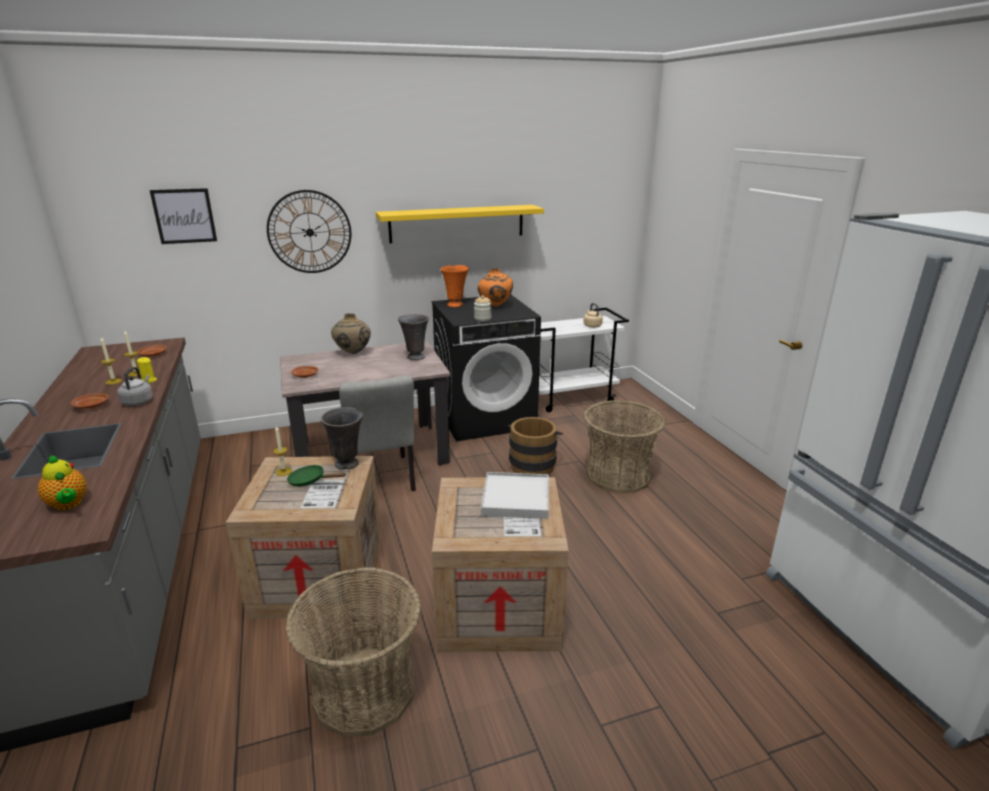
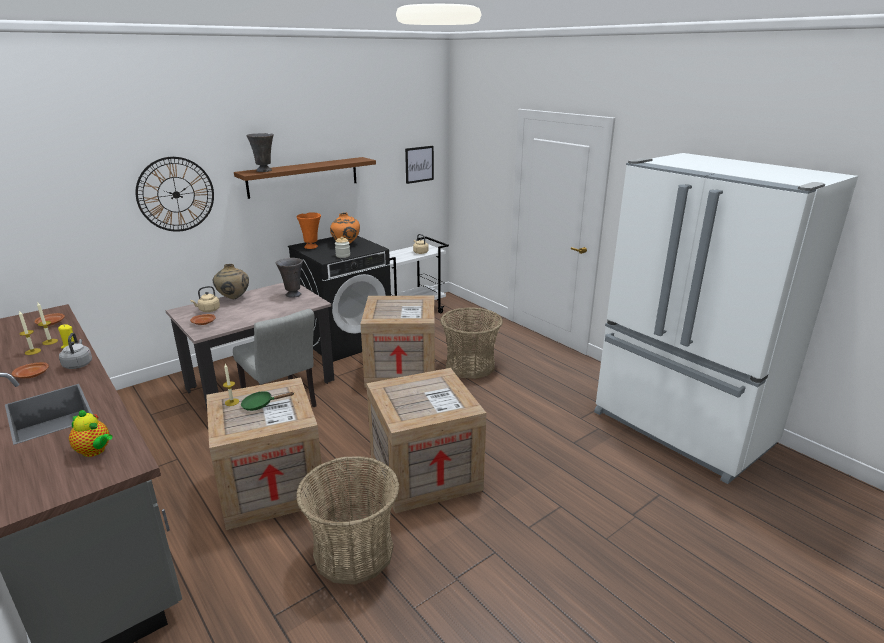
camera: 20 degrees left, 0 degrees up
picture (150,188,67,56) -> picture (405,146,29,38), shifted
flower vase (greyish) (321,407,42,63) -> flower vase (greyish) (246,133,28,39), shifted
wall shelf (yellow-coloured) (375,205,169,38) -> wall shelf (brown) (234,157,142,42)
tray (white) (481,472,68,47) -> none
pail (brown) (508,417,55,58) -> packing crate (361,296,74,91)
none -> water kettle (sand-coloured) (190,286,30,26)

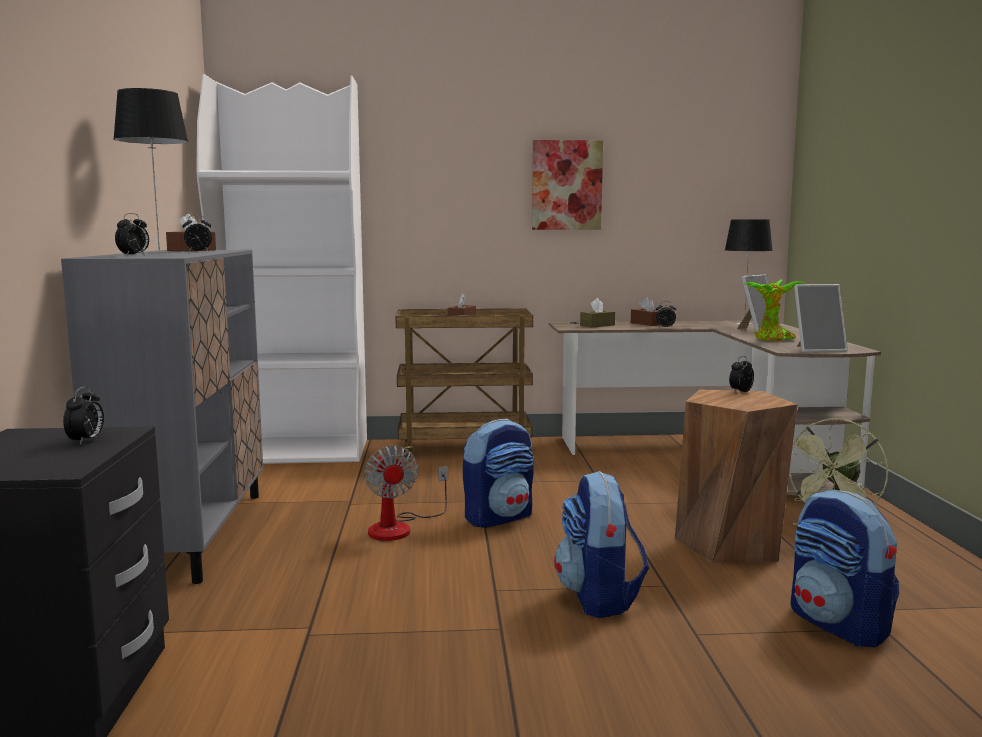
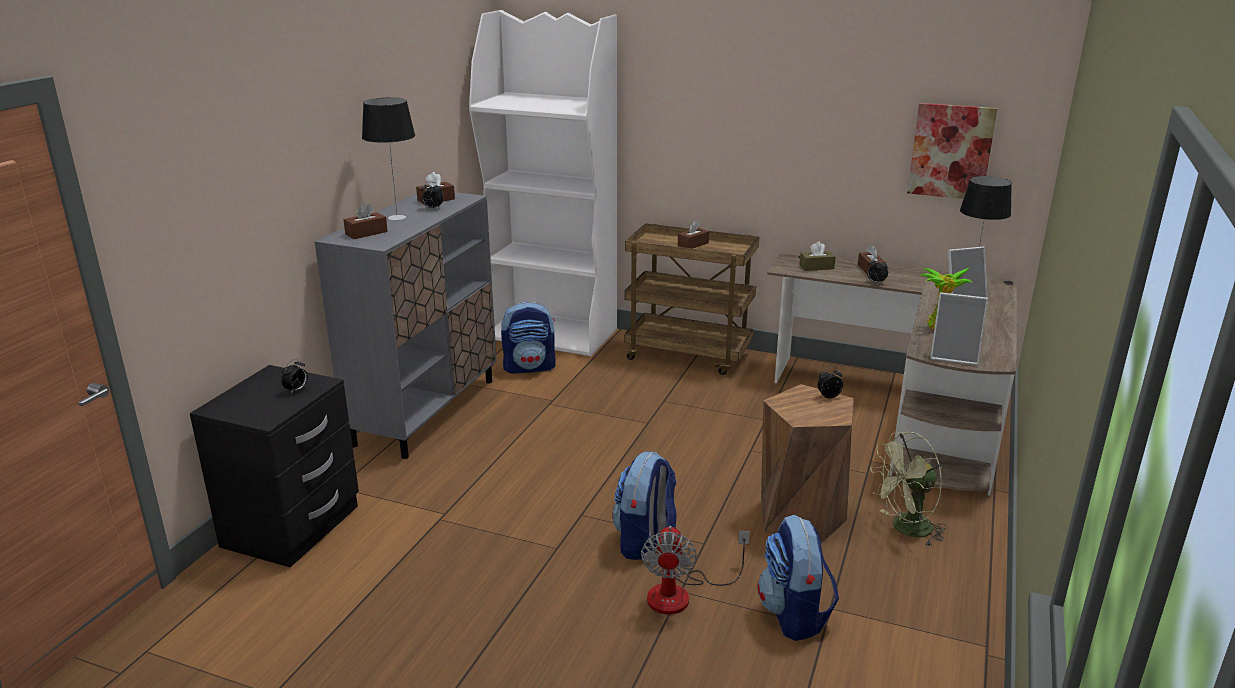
camera: 25 degrees right, 15 degrees up
table clock (115,213,34,43) -> tissue box (brown) (343,203,45,36)
fan (364,445,84,96) -> fan (641,526,109,89), shifted
knapsack (463,419,71,109) -> knapsack (501,301,55,73), shifted
picture (532,140,71,90) -> picture (907,103,91,96), shifted

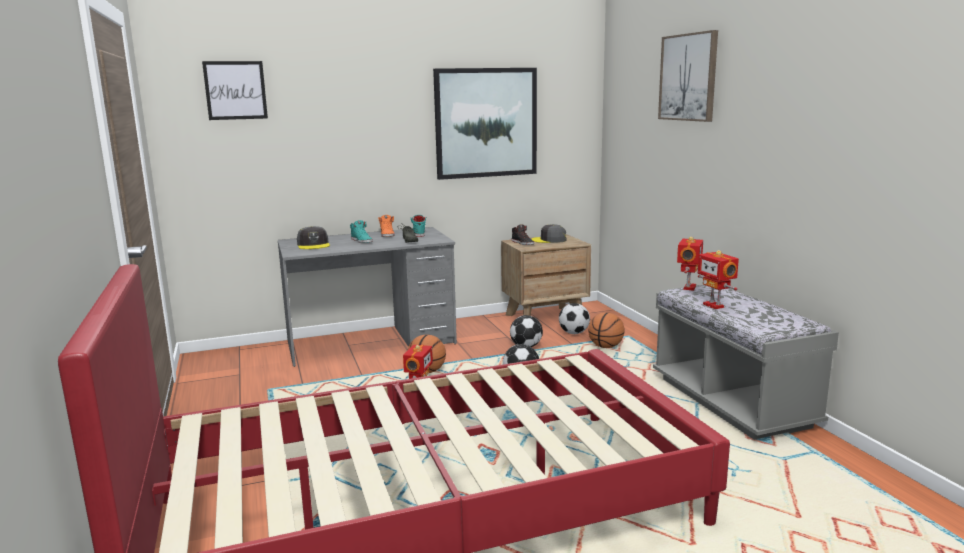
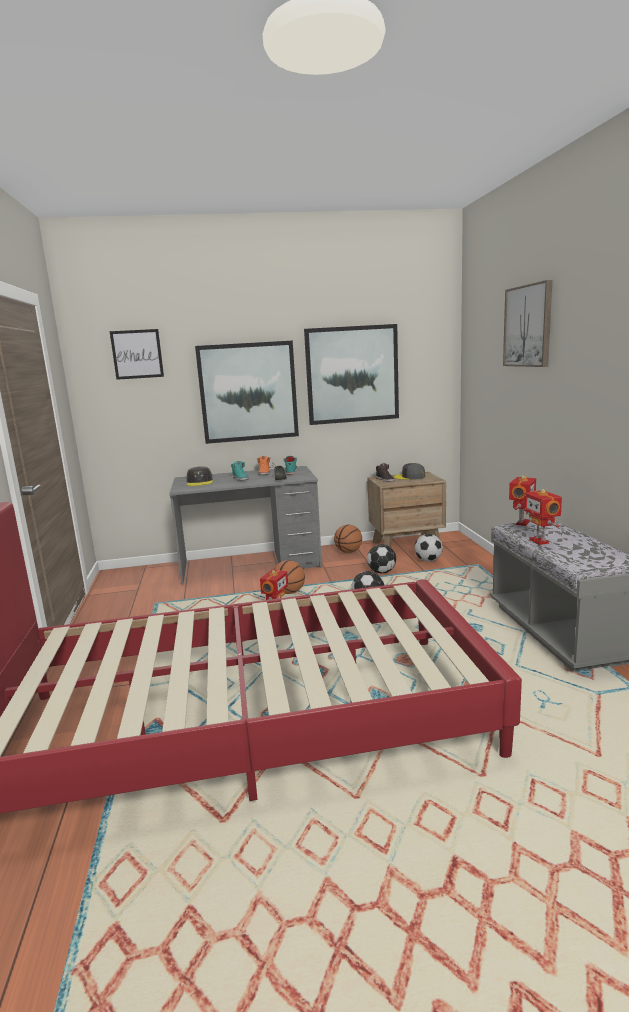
camera: 10 degrees right, 0 degrees up
basketball (588,312,37,36) -> basketball (334,525,28,28), shifted
none -> picture (195,341,104,103)

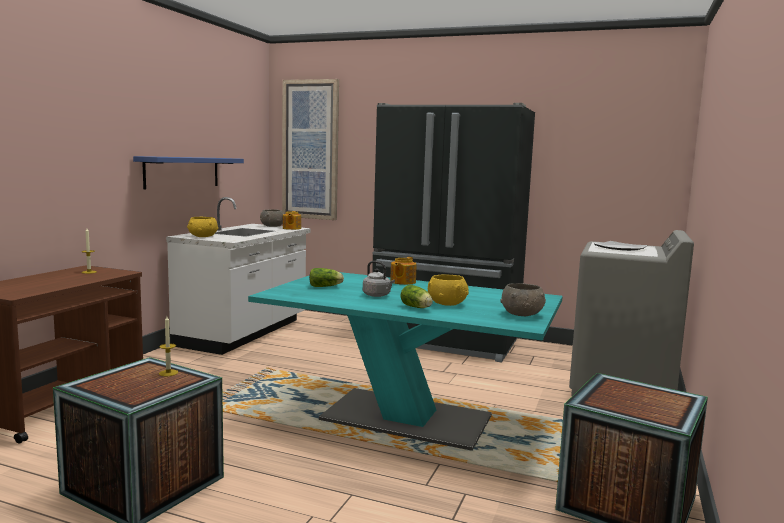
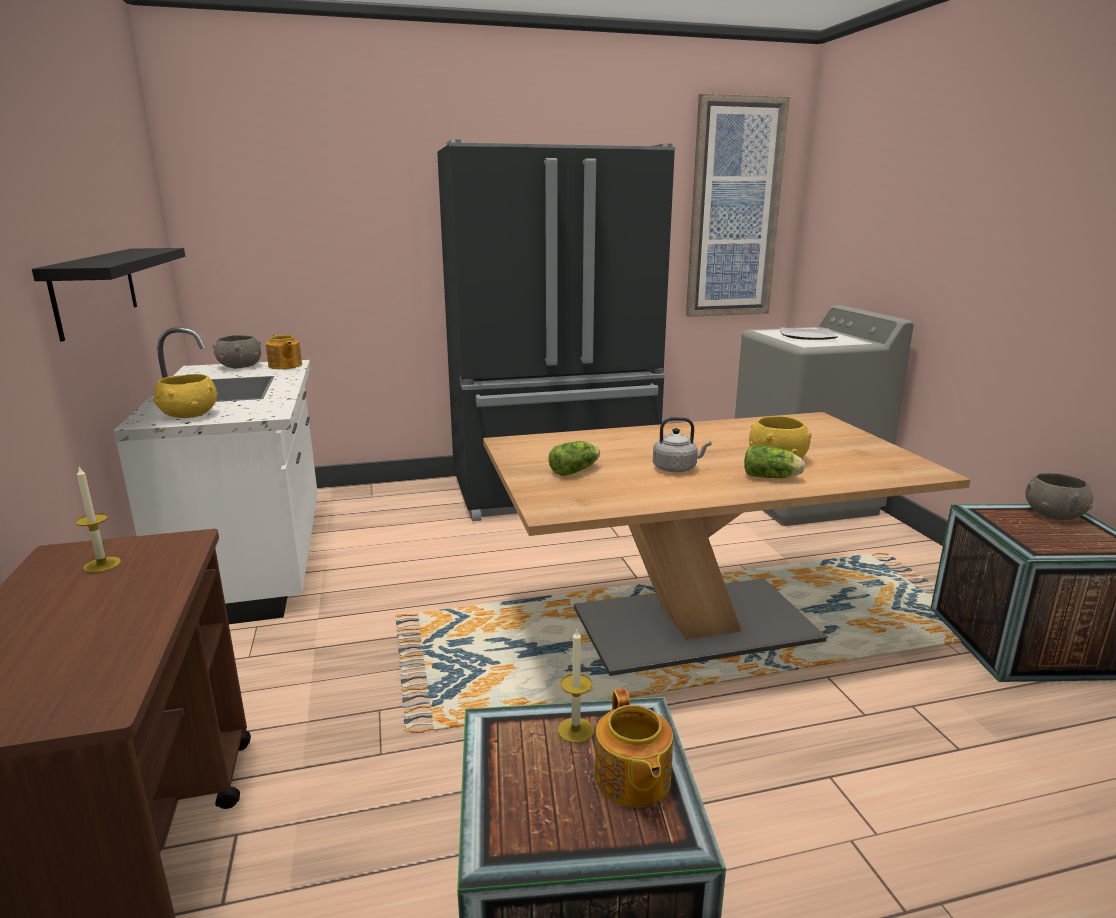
camera: 35 degrees left, 10 degrees up
wall shelf (bluish) (133,156,111,34) -> wall shelf (blackish) (32,248,153,93)
dining table (blue-green) (248,272,315,179) -> dining table (brown) (483,412,488,264)
picture (282,79,57,141) -> picture (686,93,104,224), shifted
teapot (390,257,27,28) -> teapot (595,688,78,119), shifted
serving bowl (greyish) (500,283,46,33) -> serving bowl (greyish) (1025,473,68,47), shifted

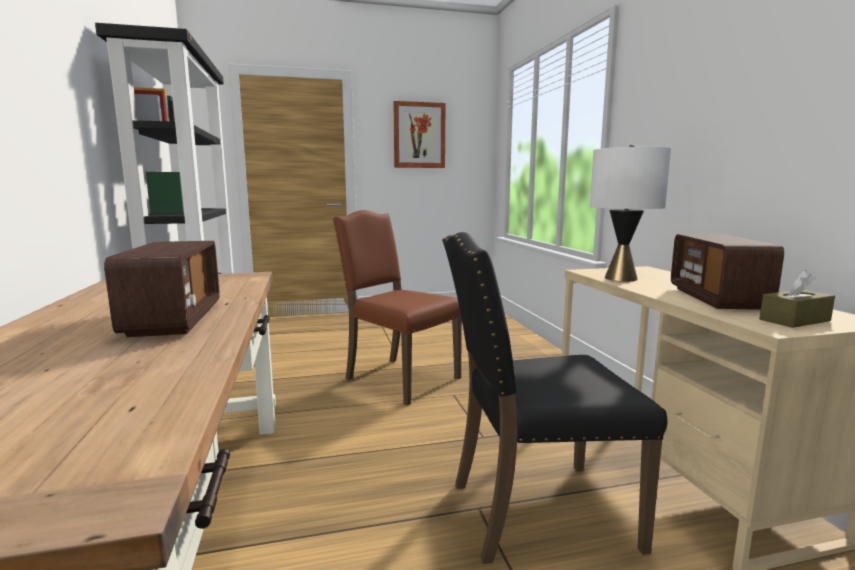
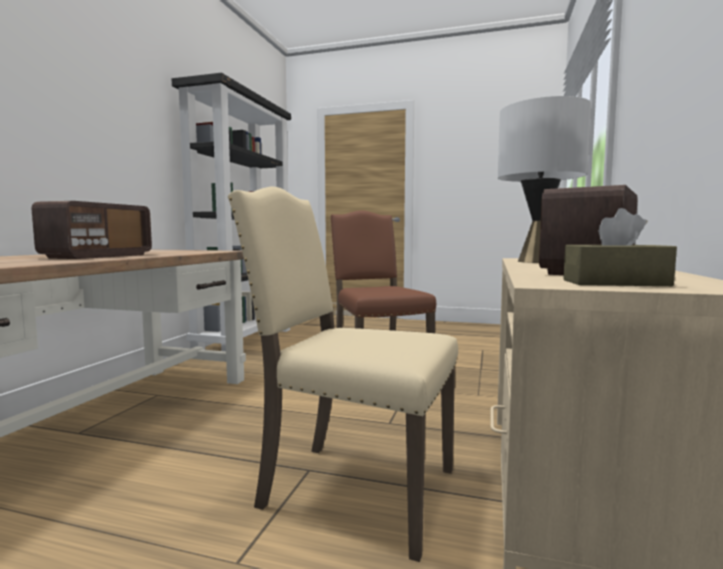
camera: 30 degrees right, 5 degrees down
picture (393,101,52,67) -> none
plain chair (blackish) (442,232,226,332) -> plain chair (sand-coloured) (228,186,230,376)

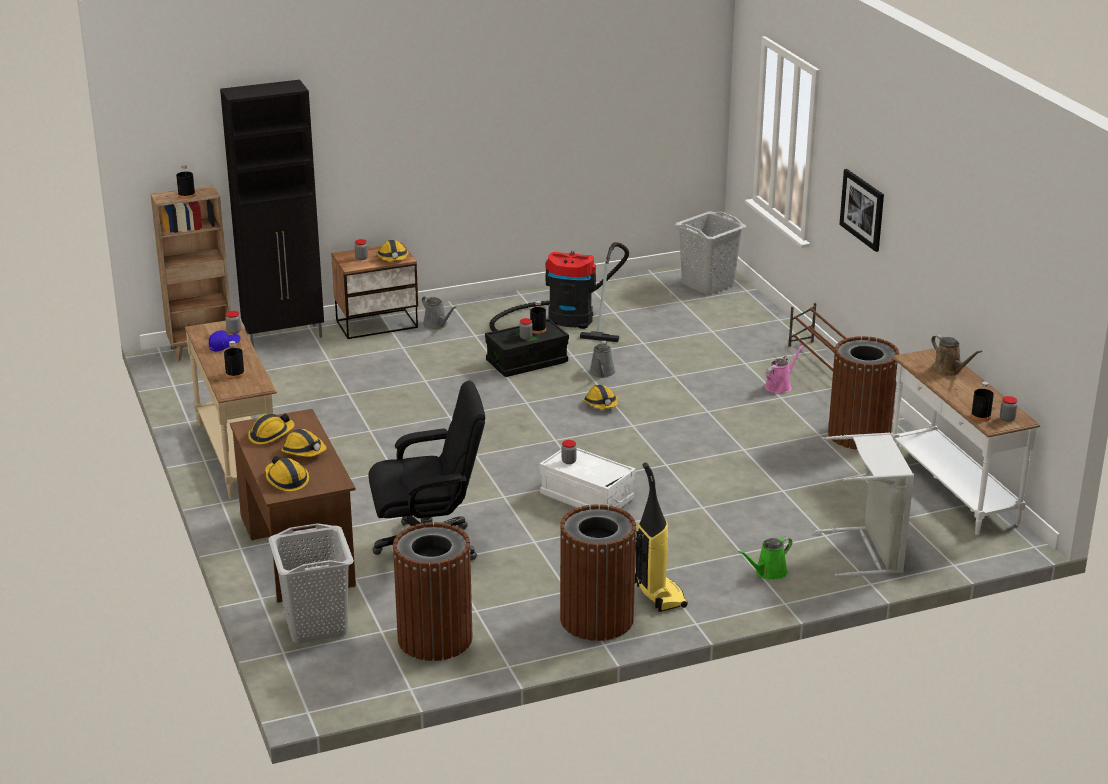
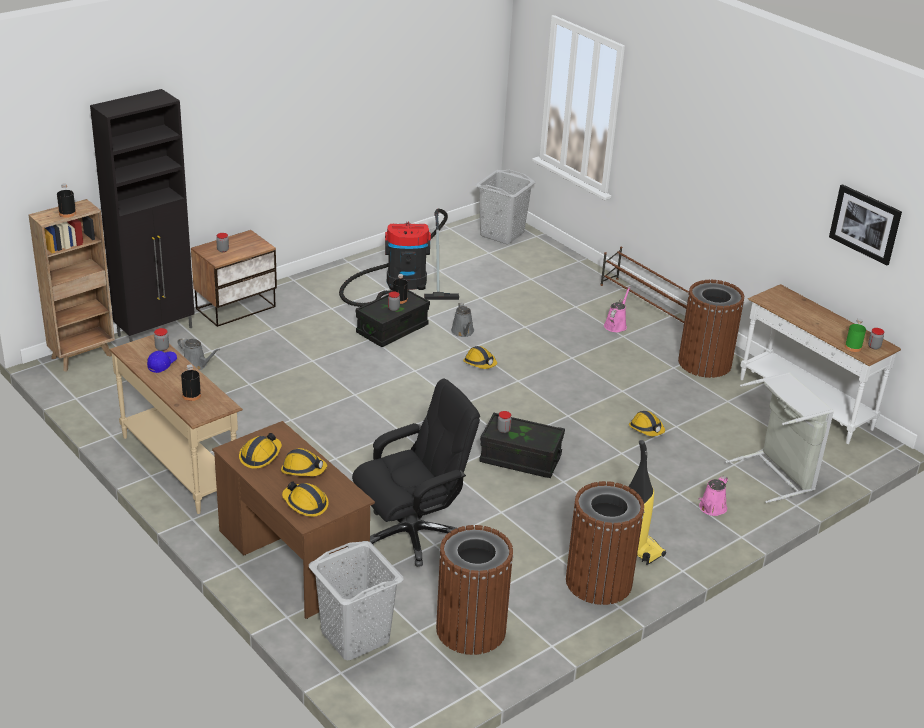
camera: 20 degrees left, 5 degrees up
hard hat (376,240,33,21) -> hard hat (629,411,36,25), shifted
watering pot (greyish) (422,295,34,35) -> watering pot (greyish) (178,337,42,33), shifted
storage bin (white) (539,448,97,61) -> storage bin (blackish) (479,413,86,65)
watering pot (green) (739,536,53,44) -> watering pot (pink-coloured) (698,476,30,40)
picture (839,169,45,83) -> picture (829,184,73,82), shifted
watering pot (brown) (931,334,51,42) -> none
bottle (blackish) (971,382,23,39) -> bottle (green) (845,318,21,34)

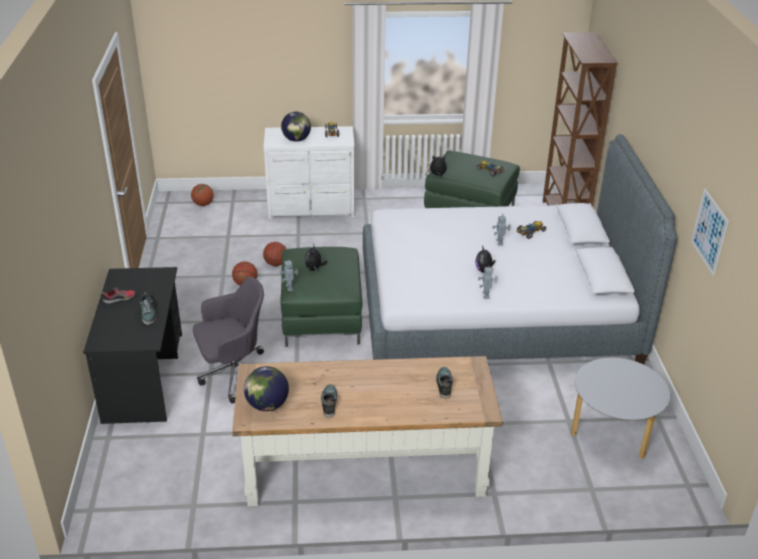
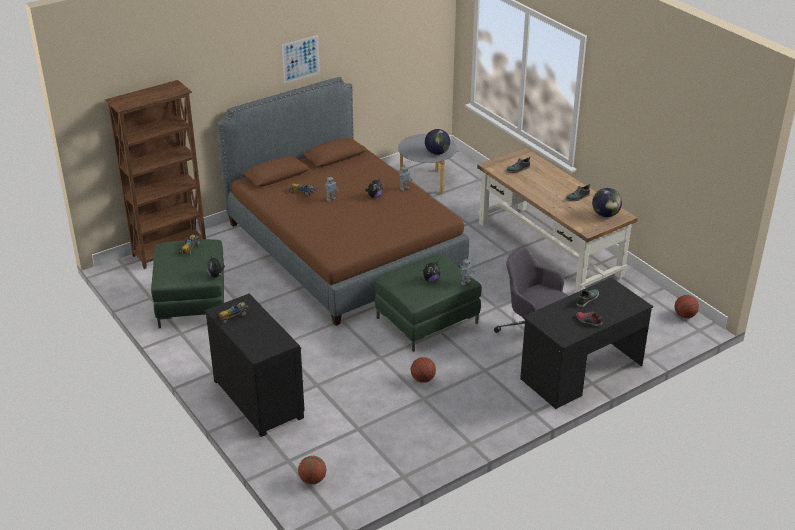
camera: 120 degrees left, 0 degrees up
chest of drawers (white) (263,126,92,93) -> chest of drawers (blackish) (205,294,100,143)
basketball (263,242,23,24) -> basketball (674,295,25,23), shifted
globe (281,112,30,30) -> globe (425,129,25,26), shifted
bedroom bed (greyish) (363,134,314,231) -> bedroom bed (brown) (217,77,252,249)
picture (691,188,38,88) -> picture (282,35,38,48), shifted

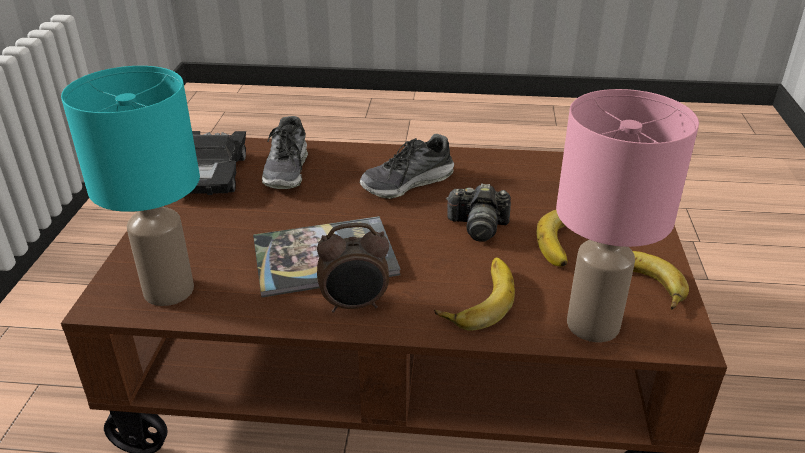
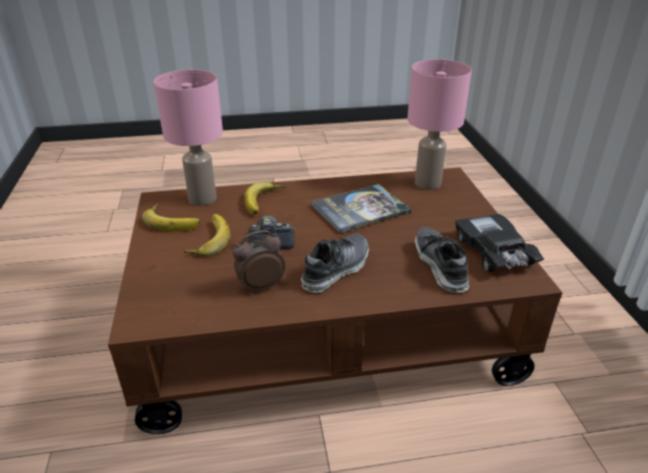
camera: 165 degrees right, 0 degrees up
lamp for a table (blue-green) (61,66,139,240) -> lamp for a table (pink-coloured) (407,59,65,131)
table clock (317,223,72,90) -> table clock (233,230,52,64), shifted

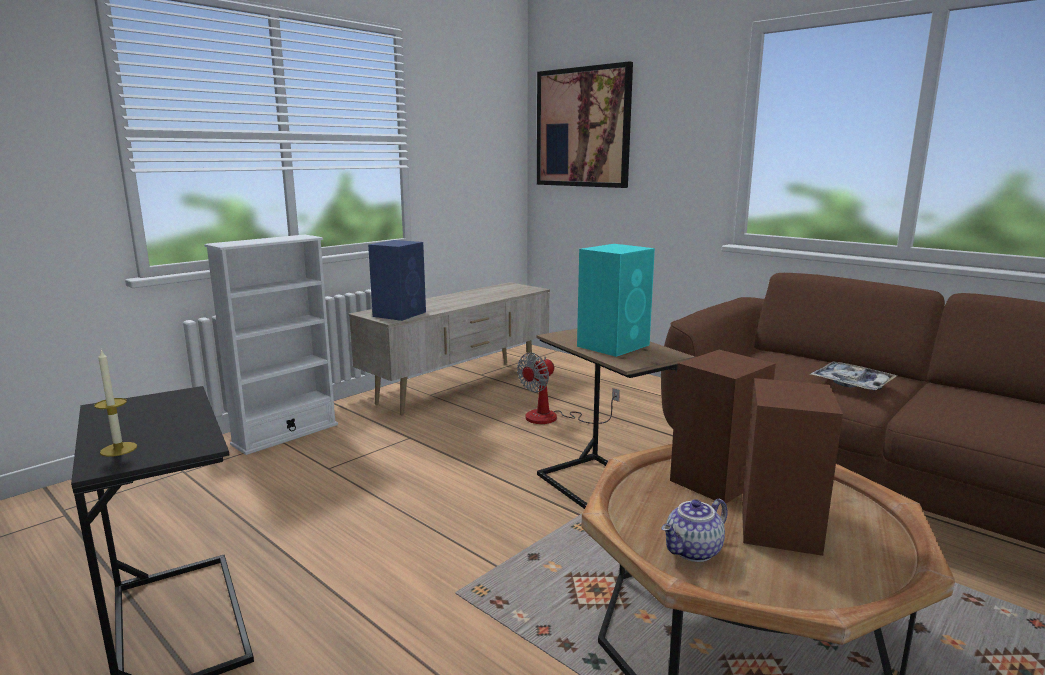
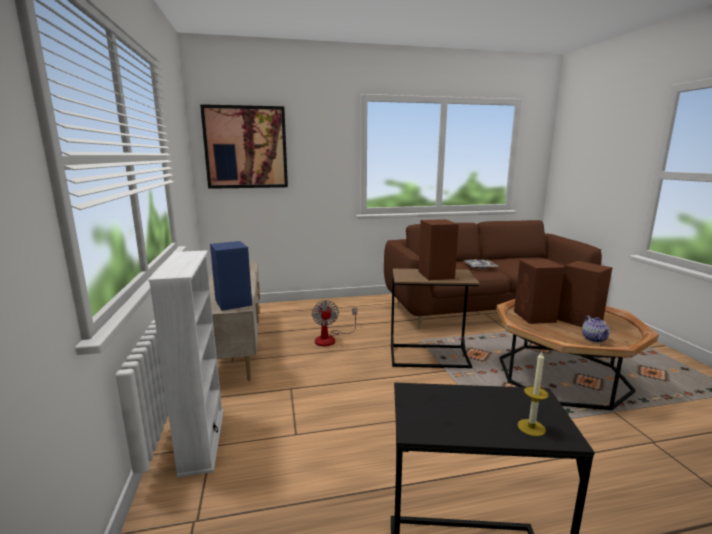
camera: 55 degrees left, 0 degrees up
audio speaker (blue-green) (577,244,78,113) -> audio speaker (brown) (418,219,41,61)

